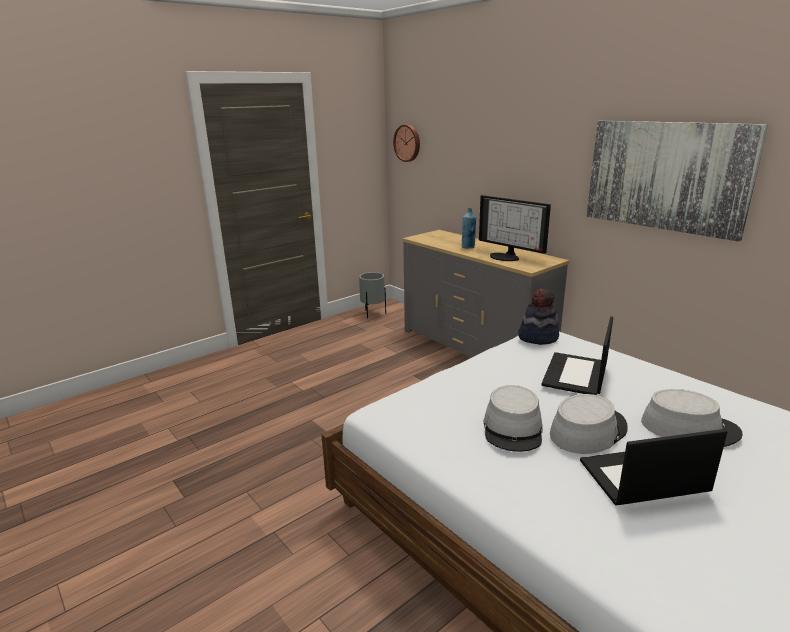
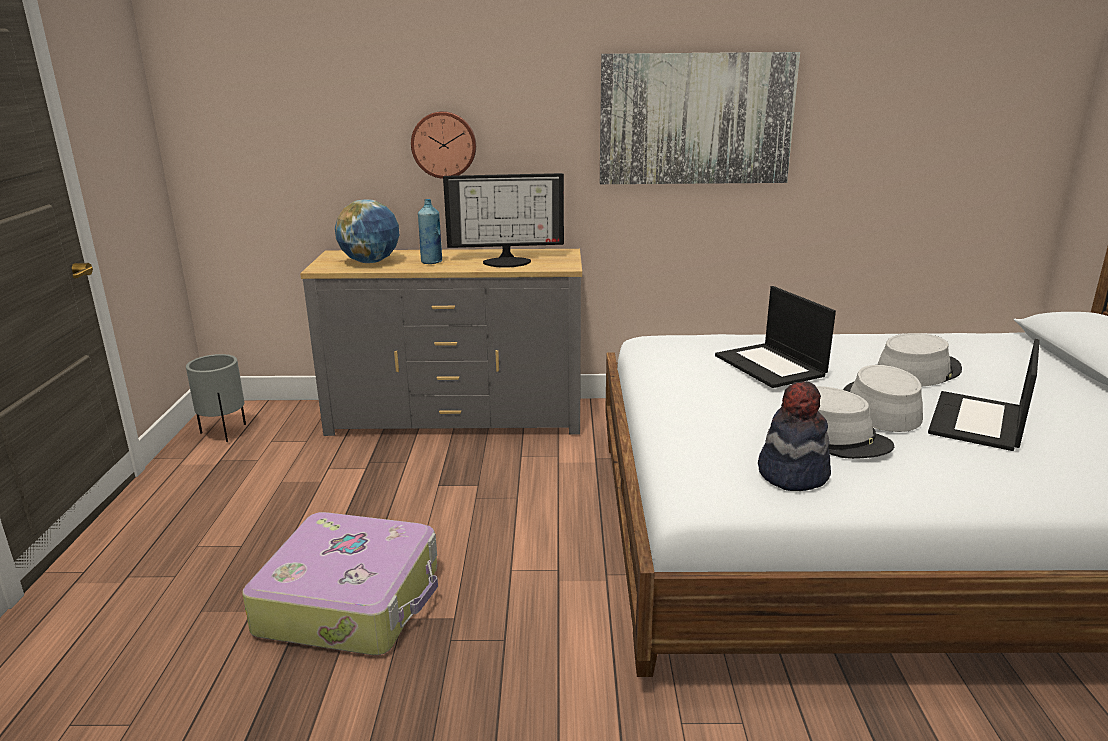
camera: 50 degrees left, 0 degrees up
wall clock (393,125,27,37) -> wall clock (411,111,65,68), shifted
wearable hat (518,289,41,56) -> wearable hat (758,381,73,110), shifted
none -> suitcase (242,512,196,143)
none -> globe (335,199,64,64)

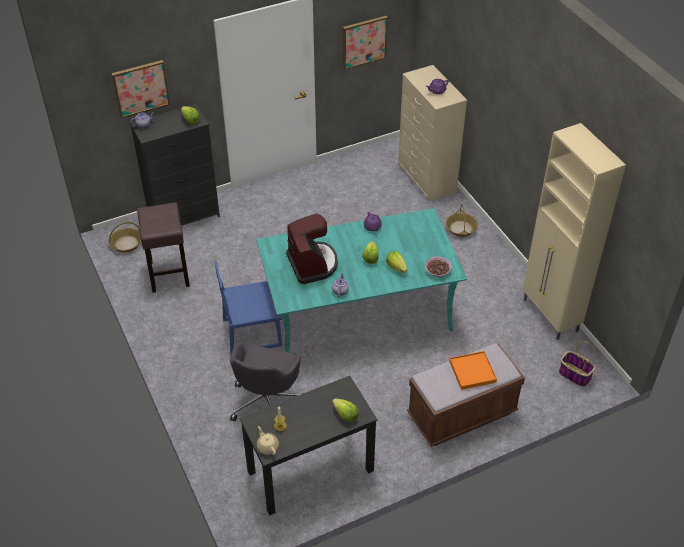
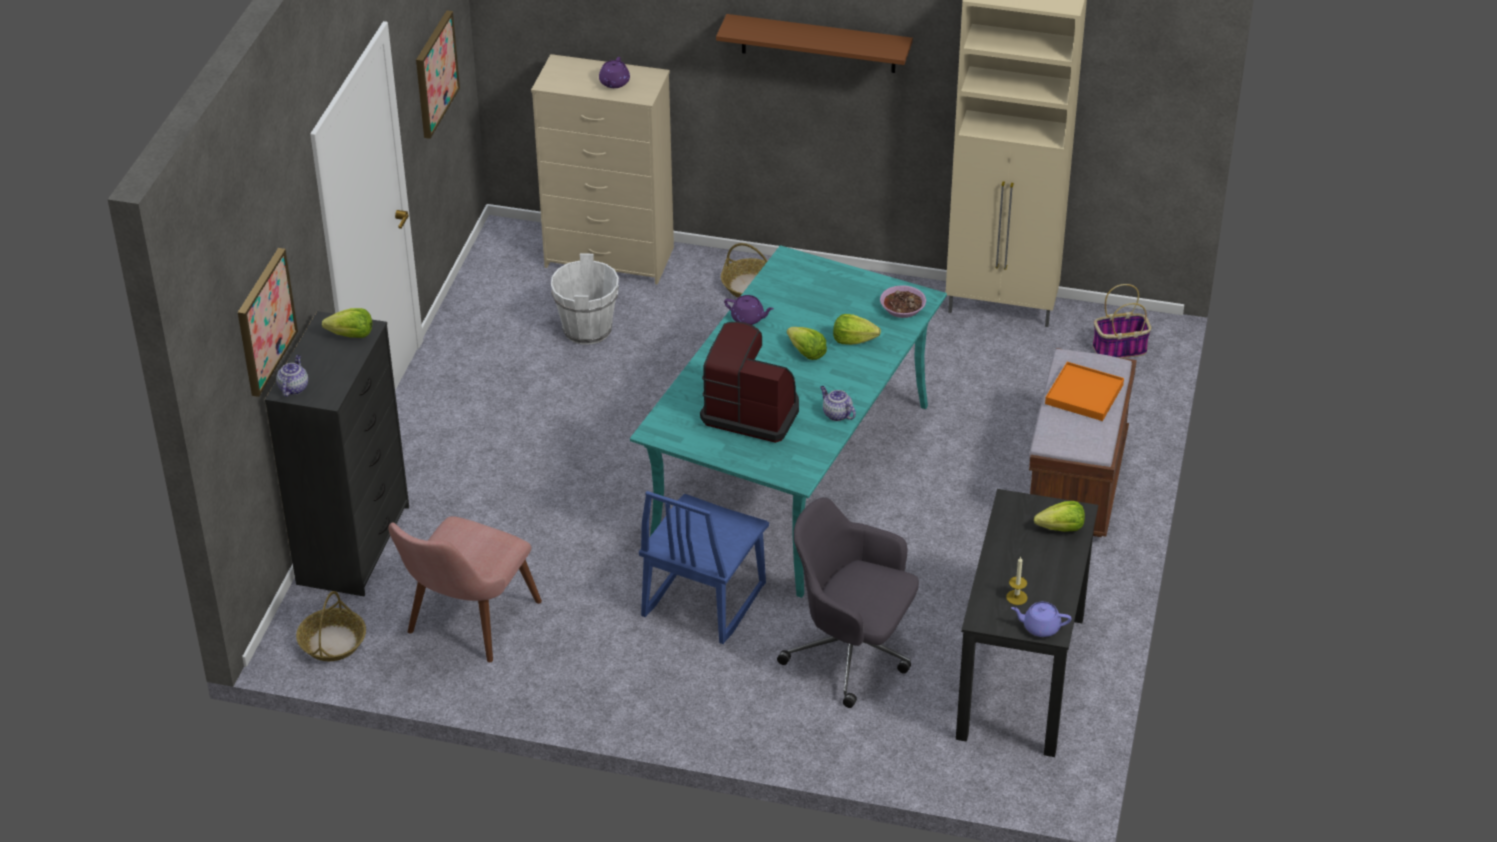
camera: 50 degrees left, 5 degrees down
sitting stool (brown) (137,202,53,91) -> plain chair (pink-coloured) (388,516,154,146)
office chair (greyish) (230,342,73,79) -> office chair (greyish) (777,497,142,211), 150 degrees clockwise
teapot (sand-coloured) (257,426,22,29) -> teapot (purple-coloured) (1011,602,60,35)
none -> pail (white) (551,253,68,92)
none -> wall shelf (brown) (716,14,197,59)

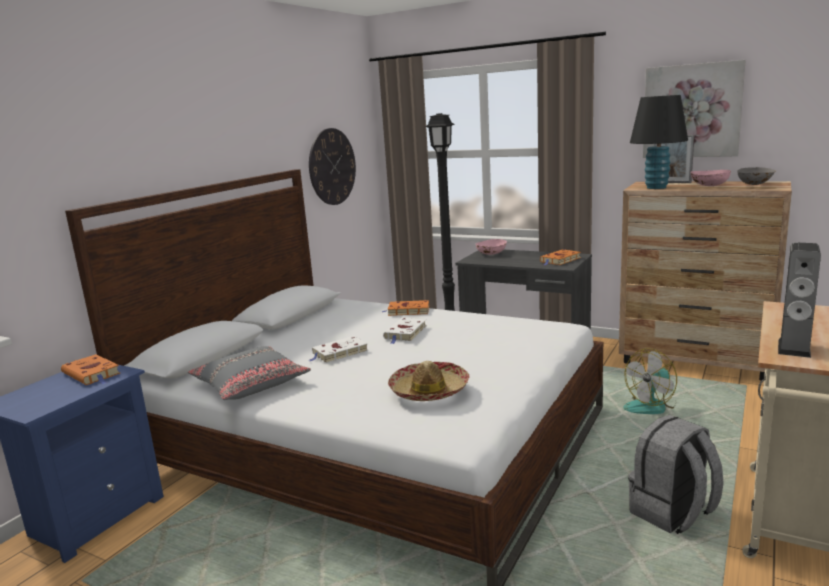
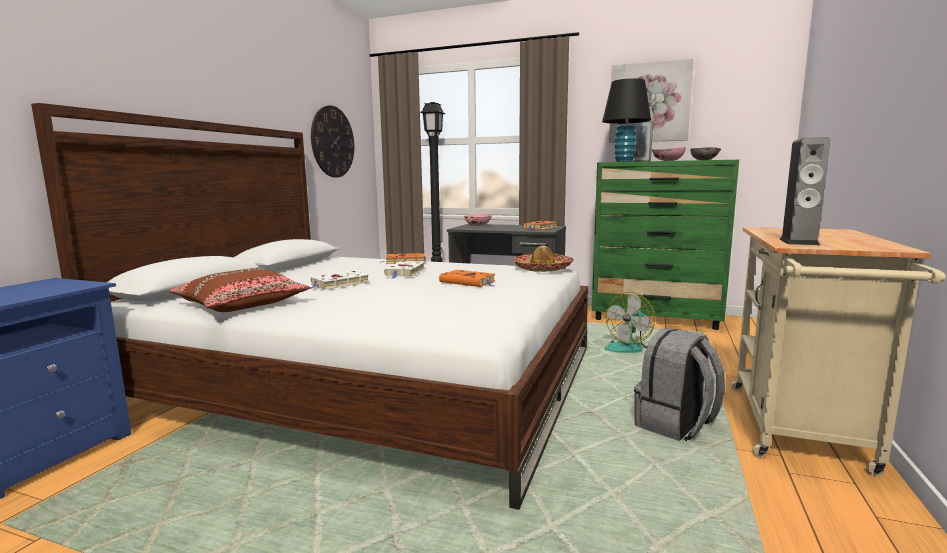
camera: 10 degrees left, 5 degrees down
bound book (orangey) (61,354,59,31) -> bound book (orangey) (439,270,56,17), shifted
pillow (greyish) (188,346,123,54) -> pillow (brown) (169,268,141,44)
wearable hat (388,361,82,40) -> wearable hat (513,245,61,27), shifted
chest of drawers (brown) (619,181,173,200) -> chest of drawers (green) (592,160,147,170)

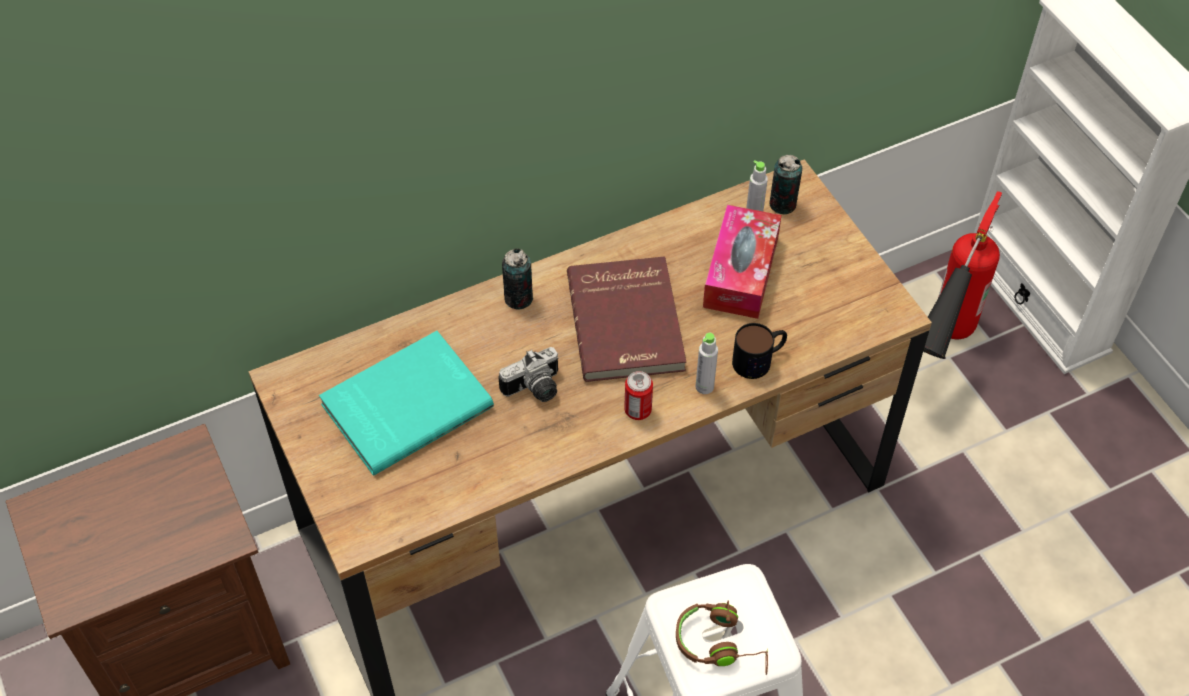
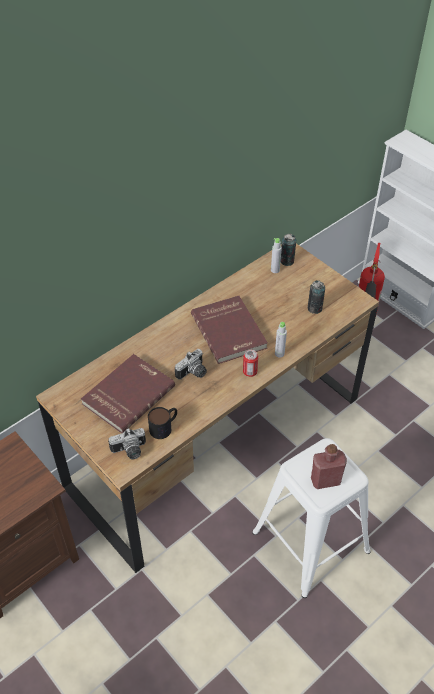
camera: 15 degrees left, 5 degrees down
bound book (blue-green) (319,331,175,145) -> bound book (reddish) (81,354,94,79)
sealed can (502,248,31,61) -> sealed can (308,280,17,34), shifted
pair of headphones (brown) (676,601,92,74) -> bottle (reddish) (311,444,36,45)
tissue box (703,205,79,114) -> none
tea mug (732,323,55,56) -> tea mug (148,407,29,32), shifted
none -> still camera (108,428,38,31)

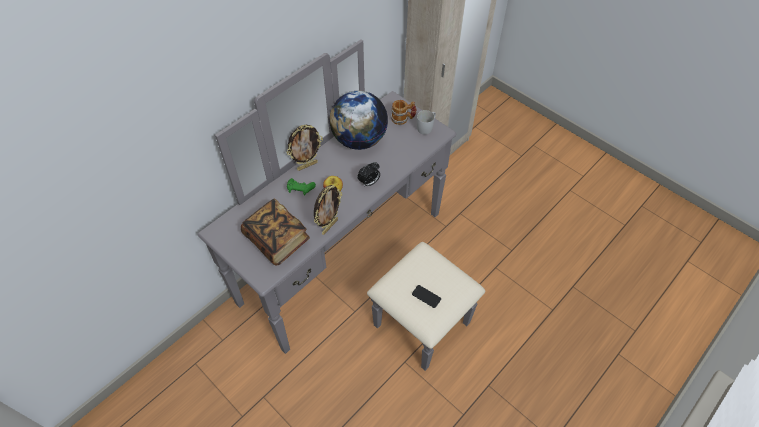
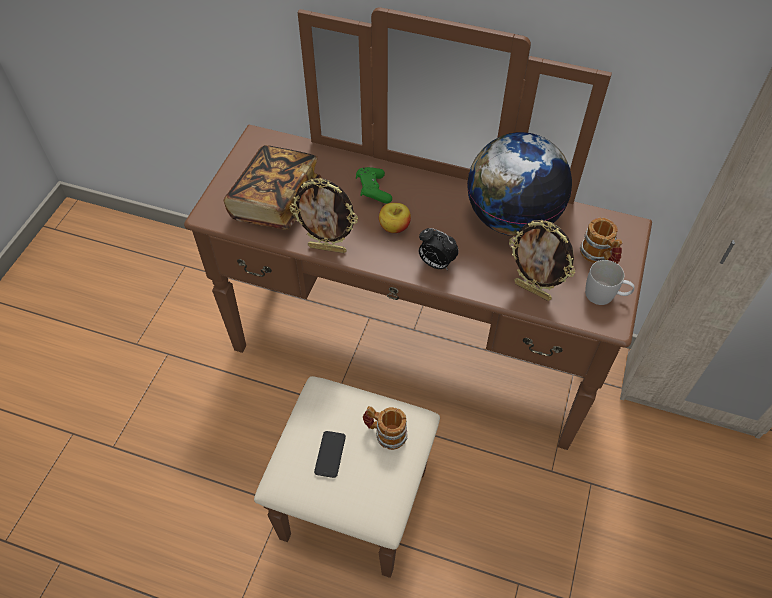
camera: 65 degrees right, 0 degrees up
chest of drawers (greyish) (198,40,287,331) -> chest of drawers (brown) (184,7,468,571)
picture frame (286,125,37,46) -> picture frame (509,220,66,81), shifted
none -> tea mug (363,406,44,44)

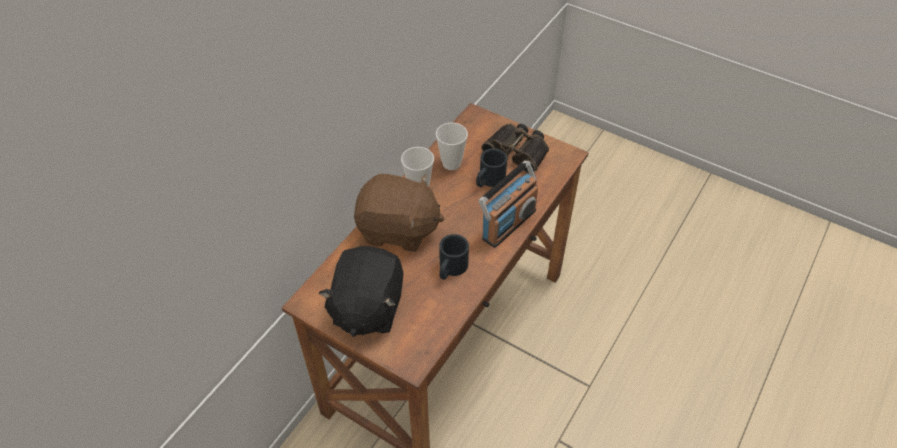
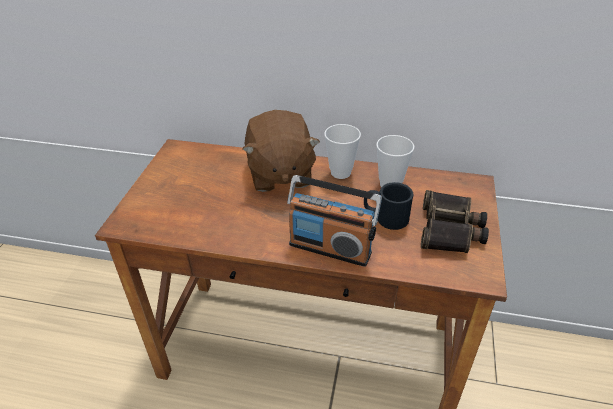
camera: 70 degrees right, 10 degrees down
cuddly toy (blackish) (318,246,86,91) -> none
tea mug (blackish) (439,234,30,46) -> none

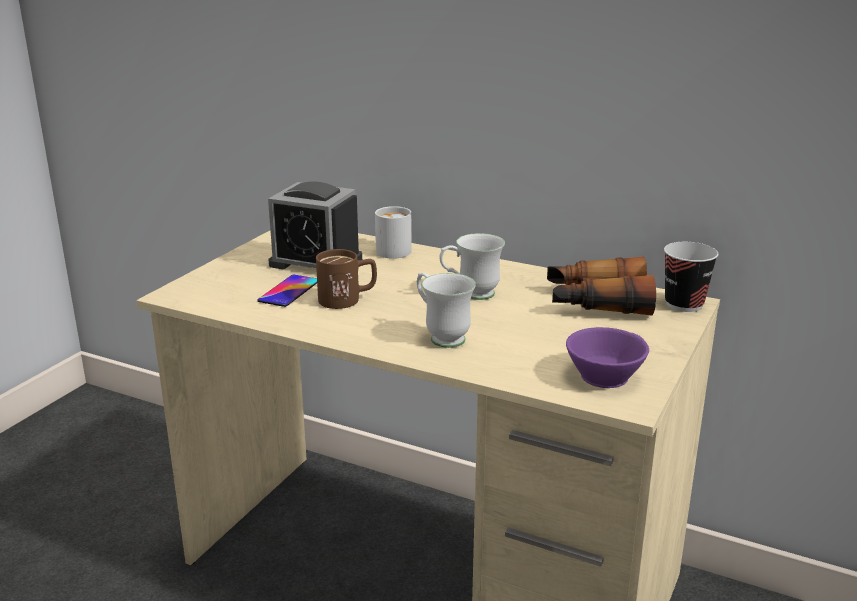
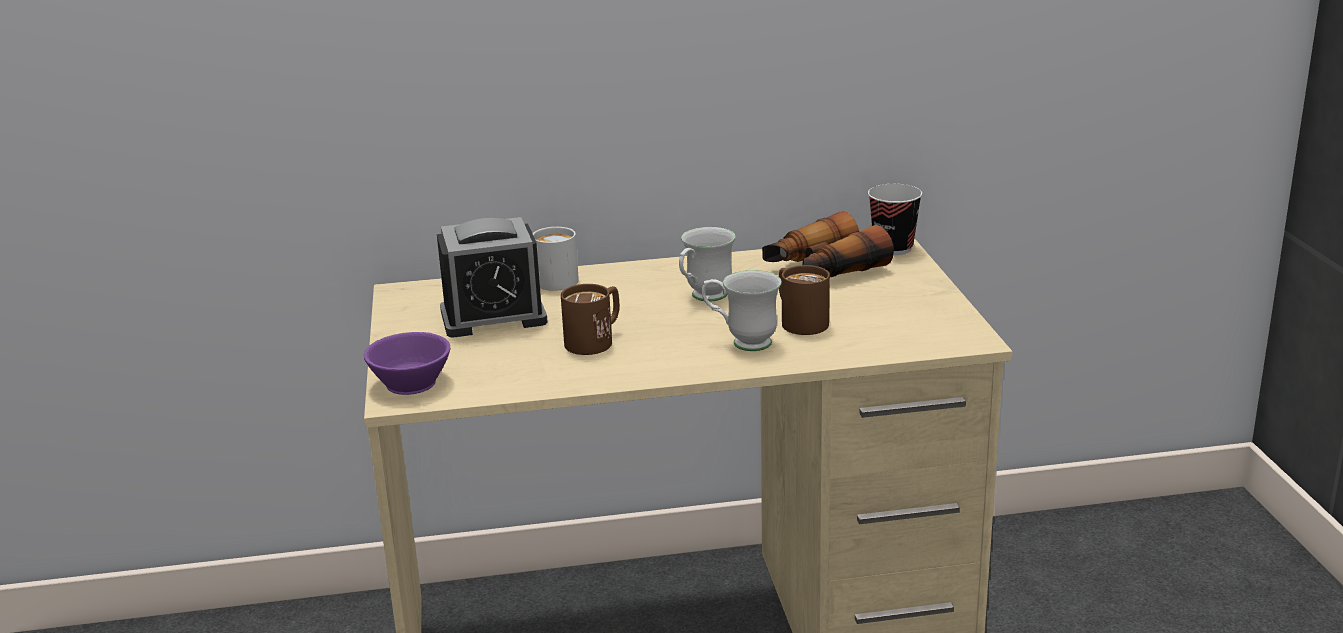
camera: 35 degrees left, 0 degrees up
phone (257,275,60,32) -> none
drinking cup (purple-coloured) (566,327,83,61) -> drinking cup (purple-coloured) (364,332,86,63), shifted
none -> tea mug (brown) (779,265,51,70)

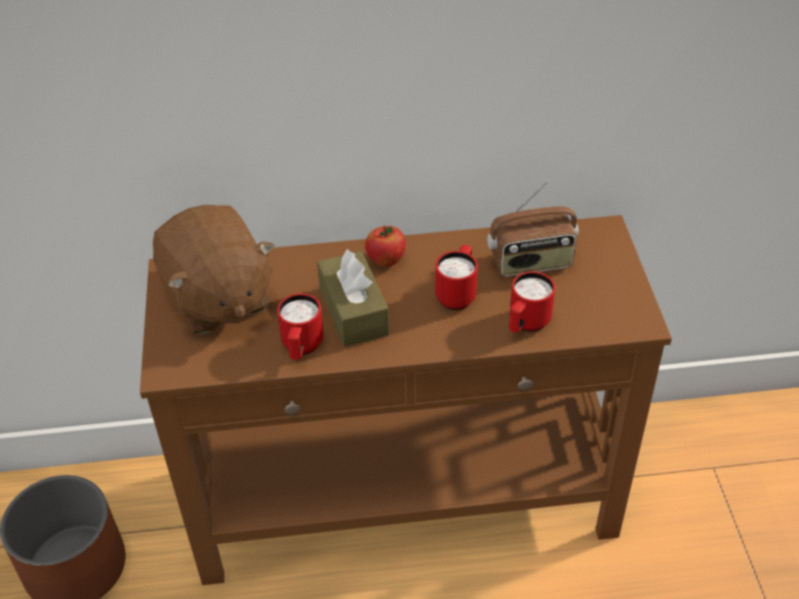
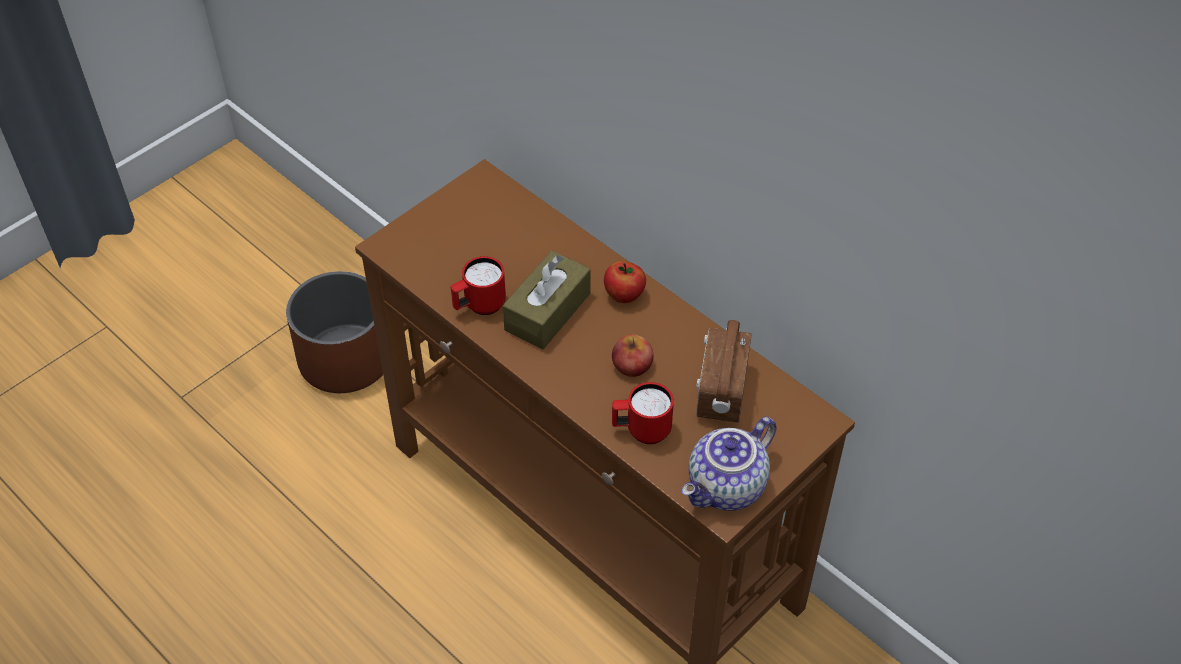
camera: 50 degrees right, 5 degrees up
cuddly toy (brown) (153,205,122,130) -> none
tea mug (reddish) (435,245,43,65) -> apple fruit (612,334,41,43)
radio set (487,181,92,96) -> radio set (696,320,55,103), 60 degrees clockwise
none -> teapot (682,417,95,94)

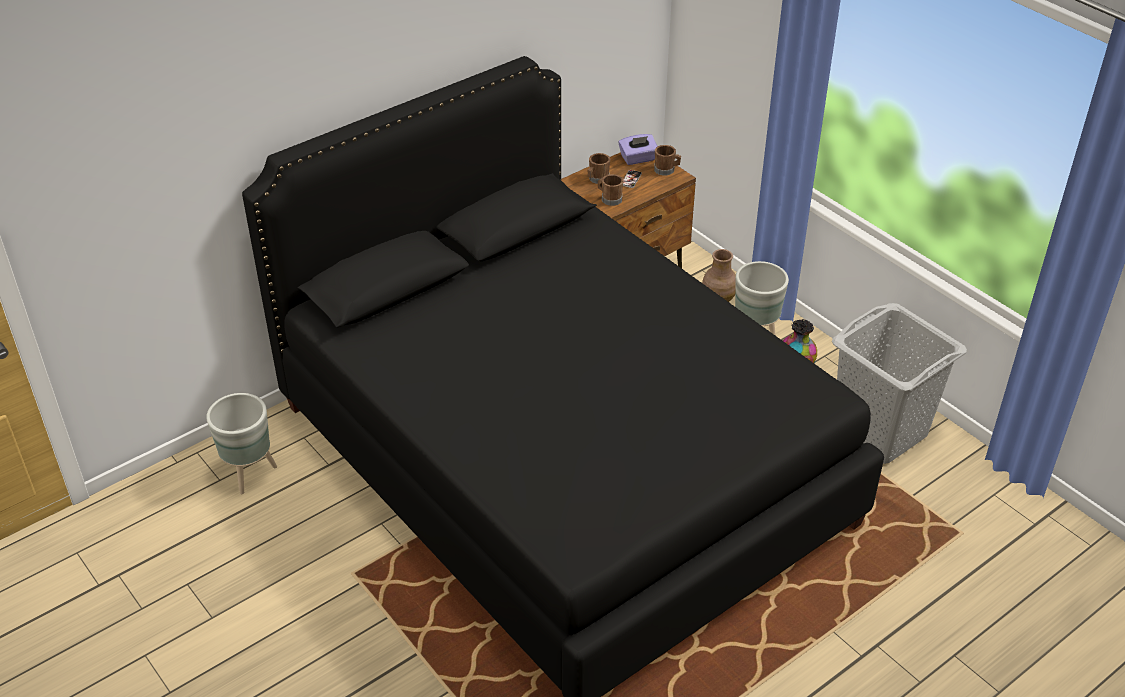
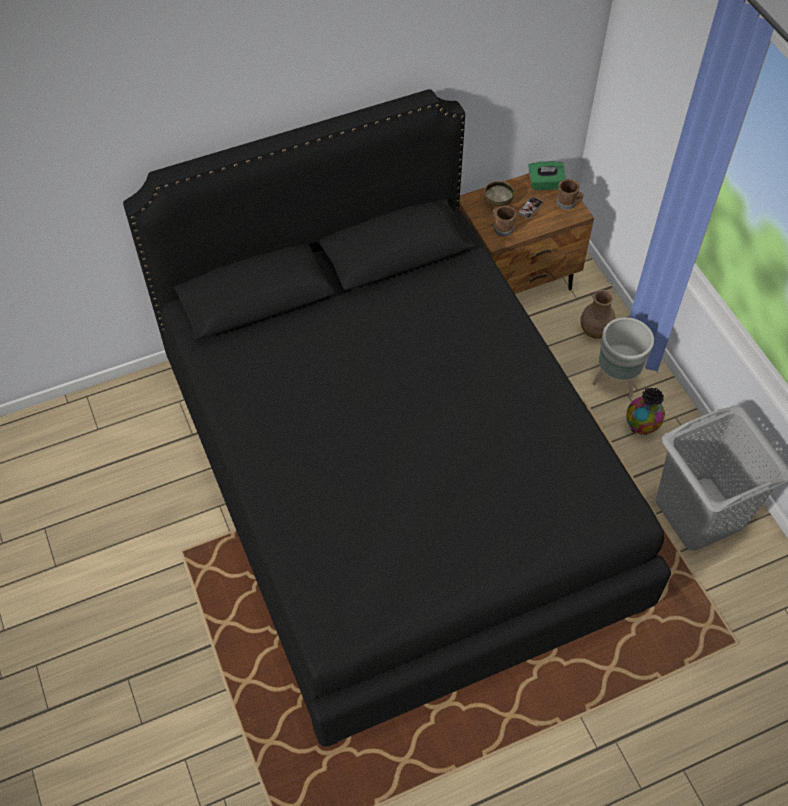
camera: 15 degrees right, 15 degrees up
plant pot (greyish) (206,393,71,101) -> none
tea mug (brown) (588,153,22,31) -> serving bowl (484,181,30,26)
tissue box (purple-coloured) (618,134,40,31) -> tissue box (green) (528,161,38,29)

